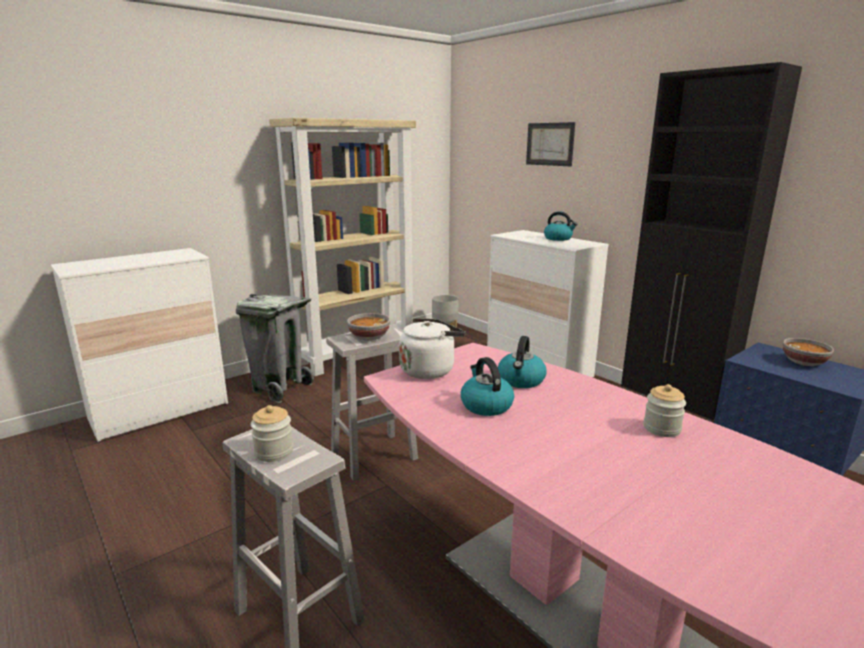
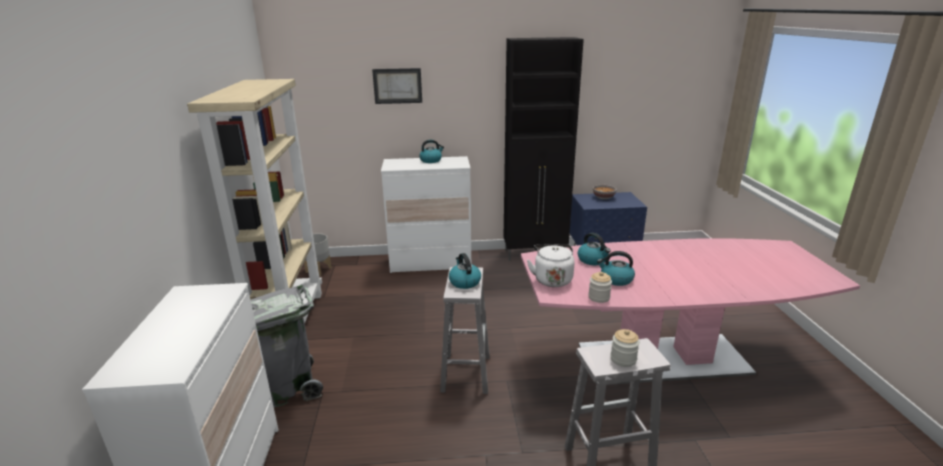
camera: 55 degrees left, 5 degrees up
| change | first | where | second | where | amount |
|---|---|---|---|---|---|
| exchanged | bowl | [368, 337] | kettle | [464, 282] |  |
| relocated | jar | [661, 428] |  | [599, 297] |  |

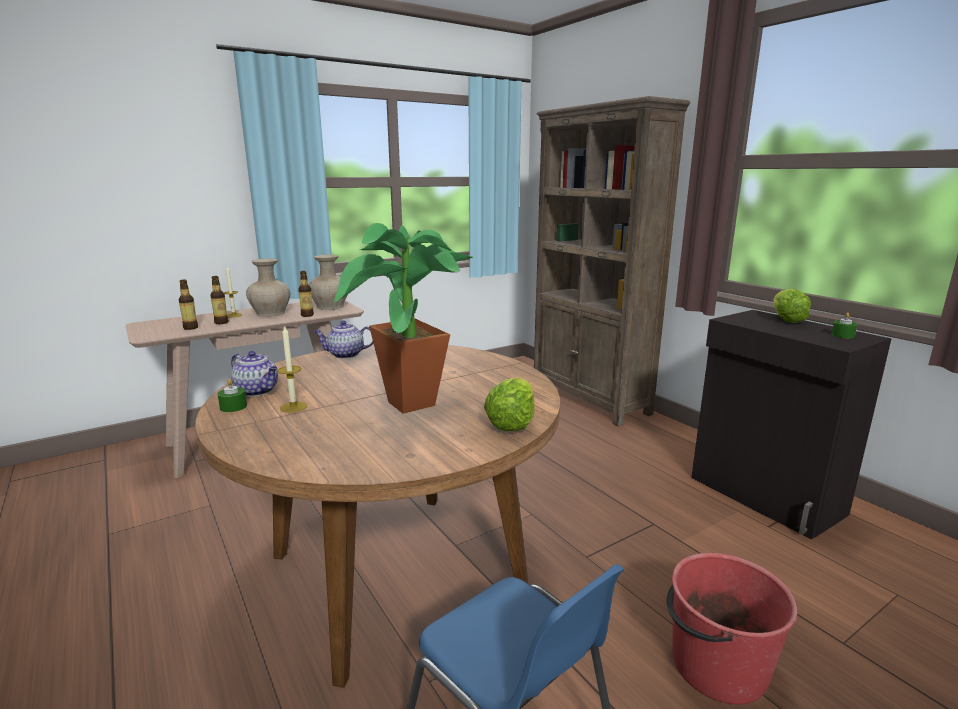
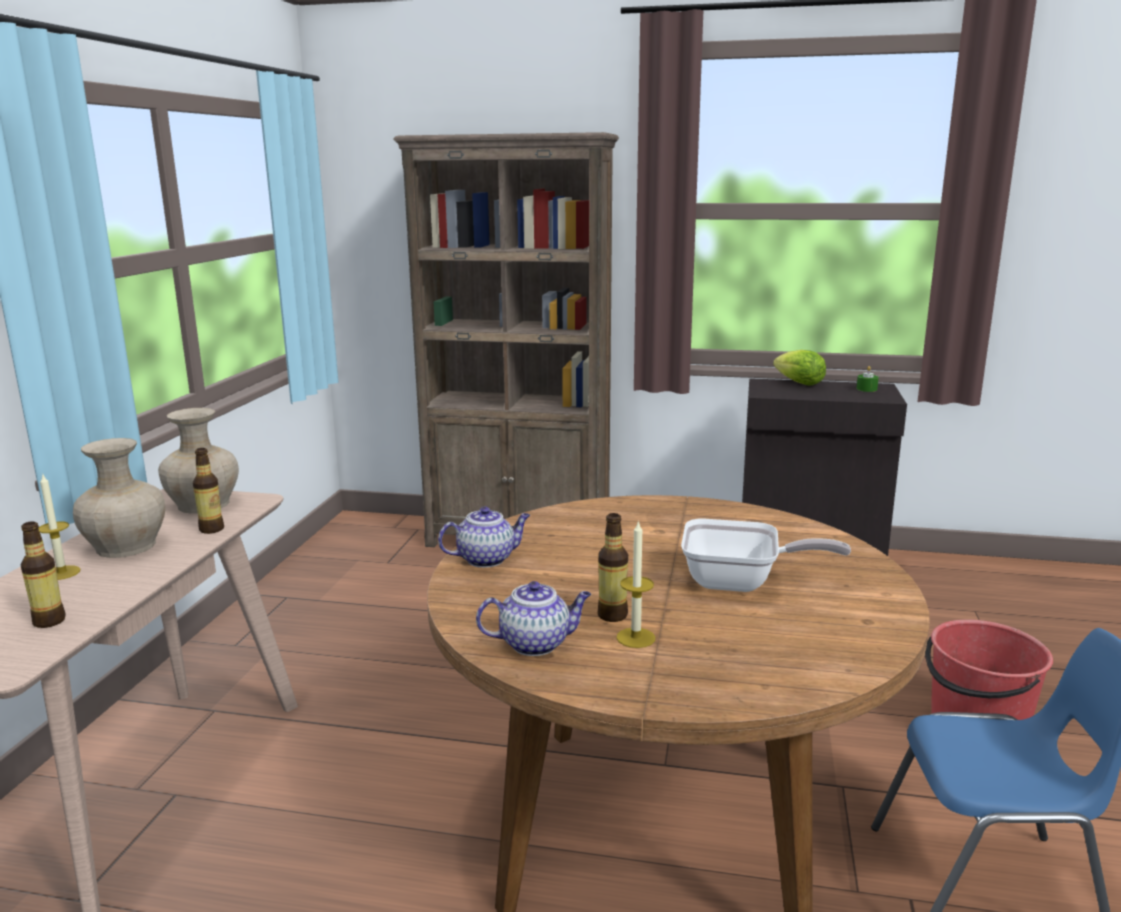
camera: 45 degrees left, 0 degrees up
| change | first | where | second | where | amount |
|---|---|---|---|---|---|
| spun | teapot | [345, 355] |  | [487, 559] | 150 degrees counterclockwise |
| relocated | bottle | [221, 322] |  | [612, 615] |  |
| exchanged | potted_plant | [411, 408] | frying_pan | [740, 583] |  |
| missing | green_candle | [233, 407] |  |  |  |
| missing | lettuce | [511, 423] |  |  |  |

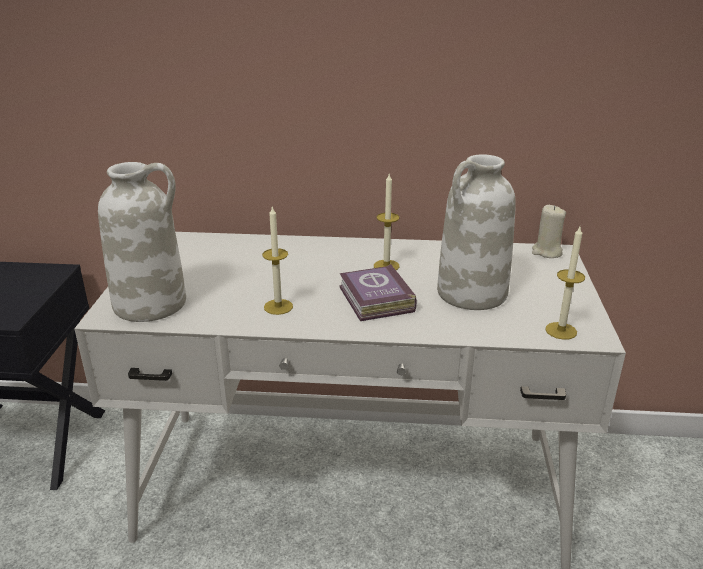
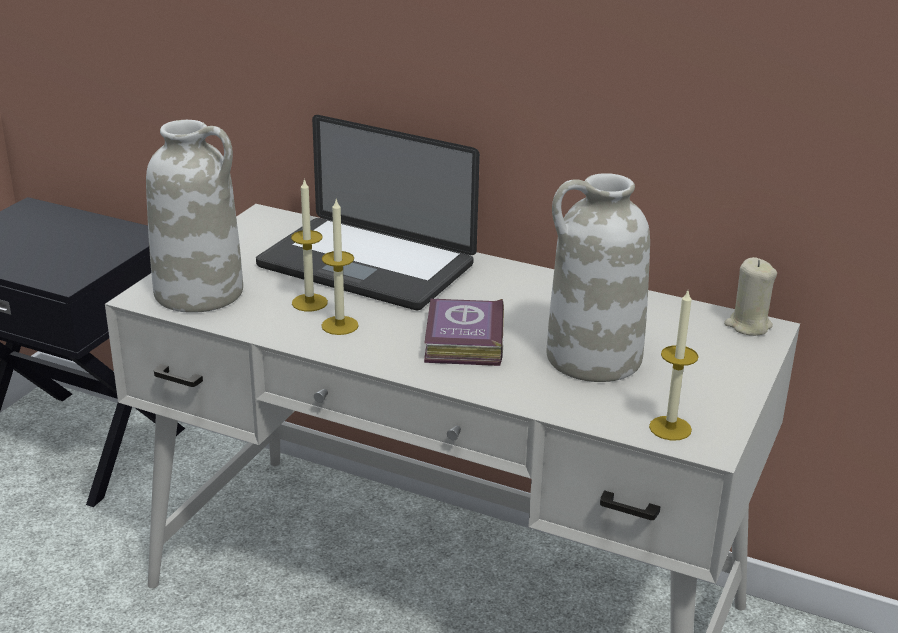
camera: 20 degrees right, 0 degrees up
| change | first | where | second | where | amount |
|---|---|---|---|---|---|
| appeared |  |  | laptop | [366, 266] |  |
| relocated | candle | [386, 266] |  | [309, 302] |  |

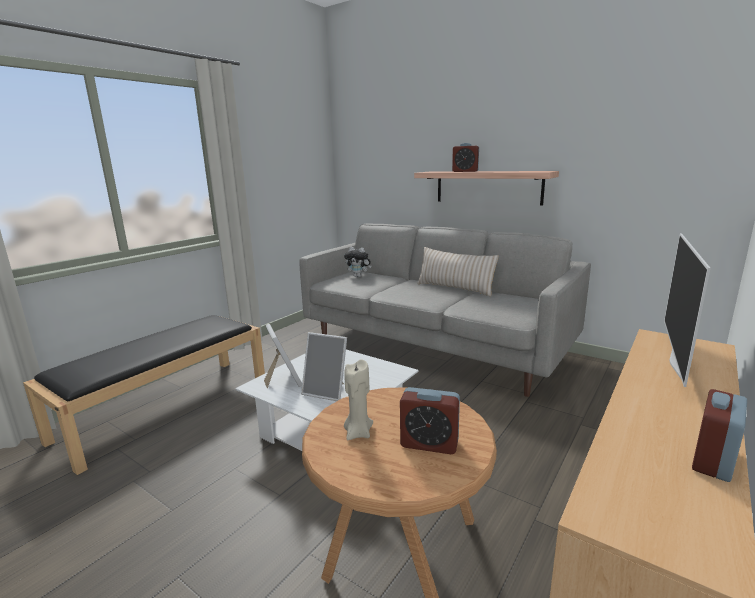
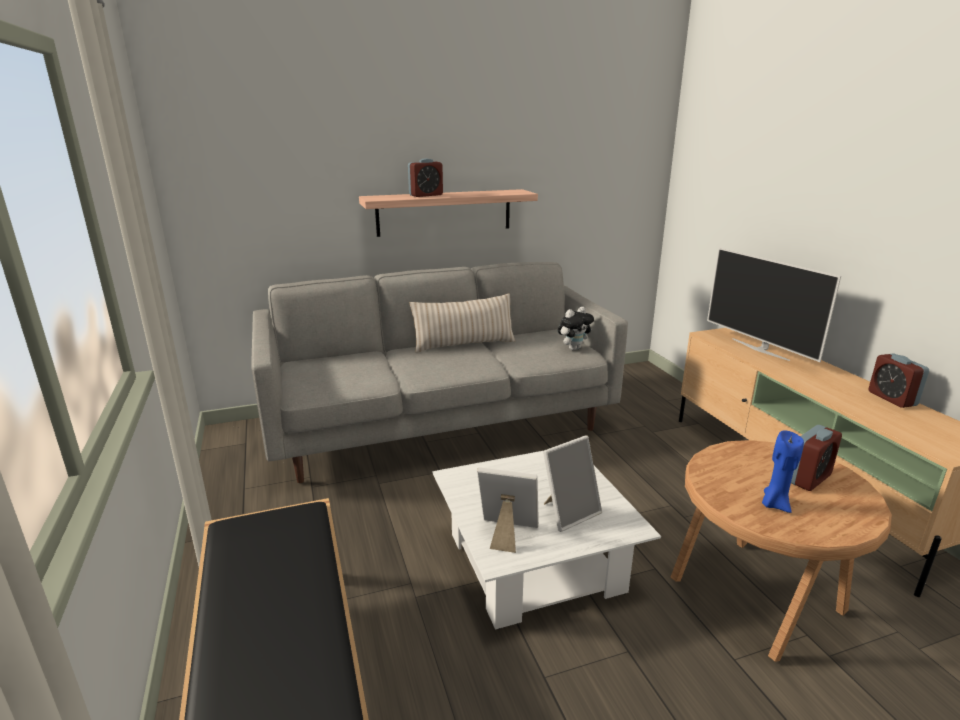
camera: 55 degrees left, 5 degrees up
| change | first | where | second | where | amount |
|---|---|---|---|---|---|
| relocated | plush_toy | [358, 276] |  | [574, 348] |  |
| colour | beige_candle | [358, 433] | blue_candle | [774, 504] |  |

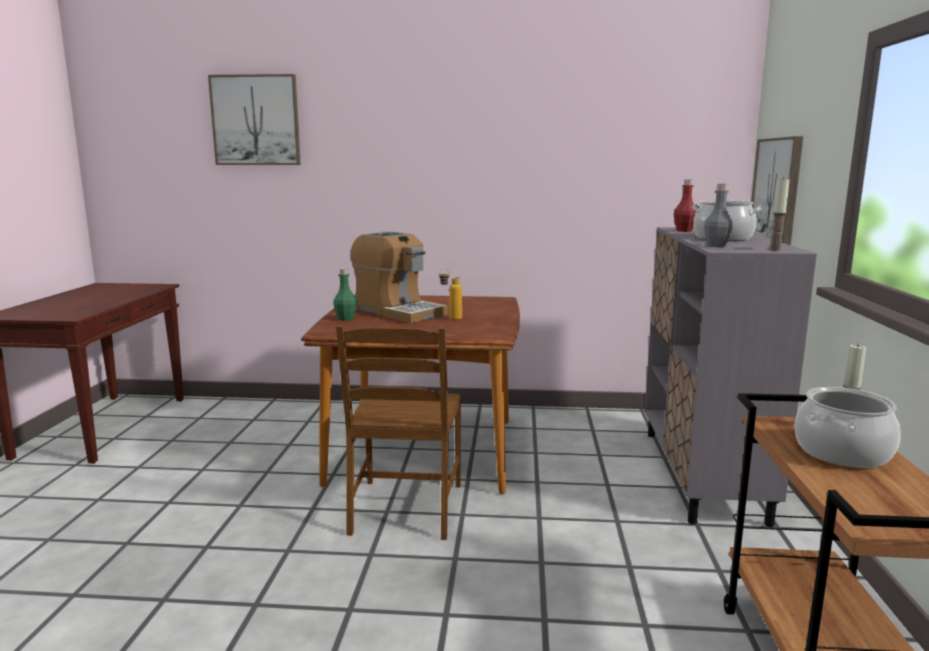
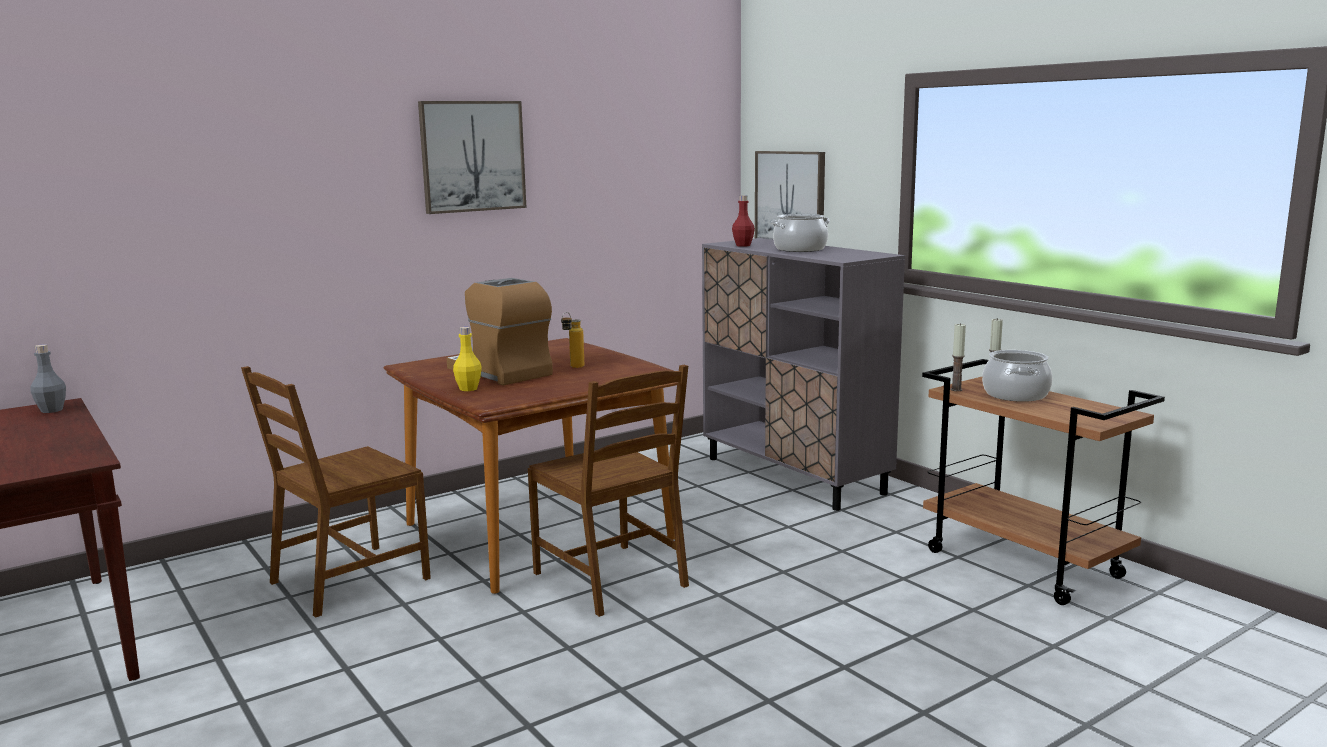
camera: 40 degrees left, 0 degrees up
| change | first | where | second | where | amount |
|---|---|---|---|---|---|
| relocated | grey_bottle | [716, 246] |  | [52, 410] |  |
| appeared |  |  | brown_chair | [348, 580] |  |
| relocated | picture | [256, 120] |  | [472, 156] |  |
| spun | coffee_machine | [398, 312] |  | [500, 372] | 135 degrees counterclockwise |
| colour | green_bottle | [345, 319] | yellow_bottle | [468, 389] |  |
| relocated | candle | [775, 249] |  | [956, 389] |  |

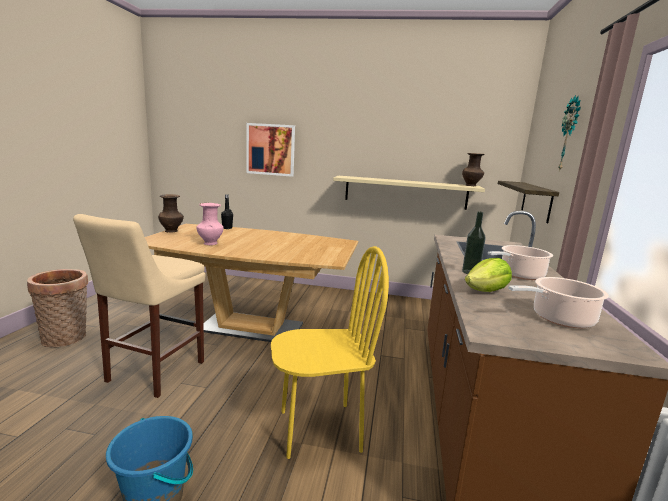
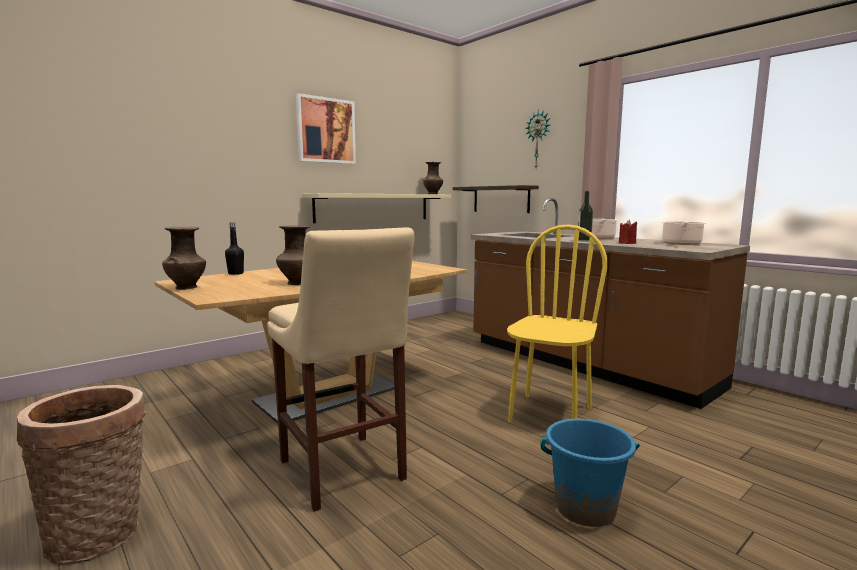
camera: 50 degrees left, 5 degrees down
| change | first | where | second | where | amount |
|---|---|---|---|---|---|
| colour | pink_vase | [210, 243] | brown_vase | [296, 283] |  |
| relocated | picture | [270, 149] |  | [326, 130] |  |
| exchanged | lettuce | [486, 291] | red_candle | [627, 243] |  |

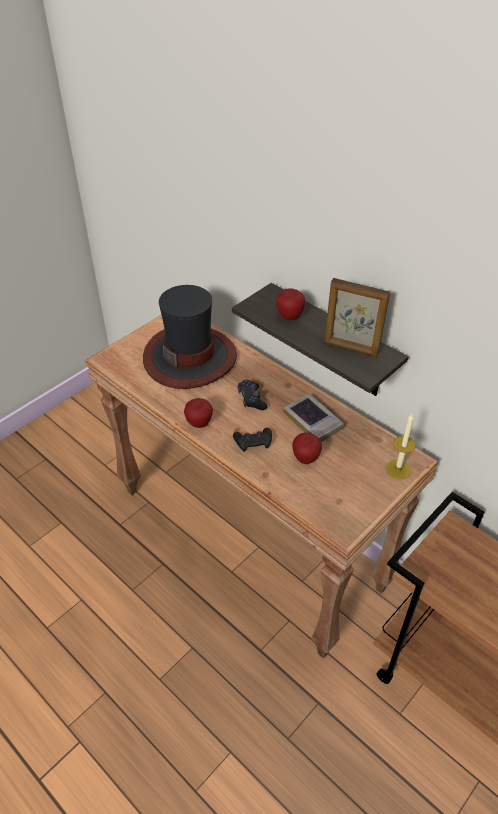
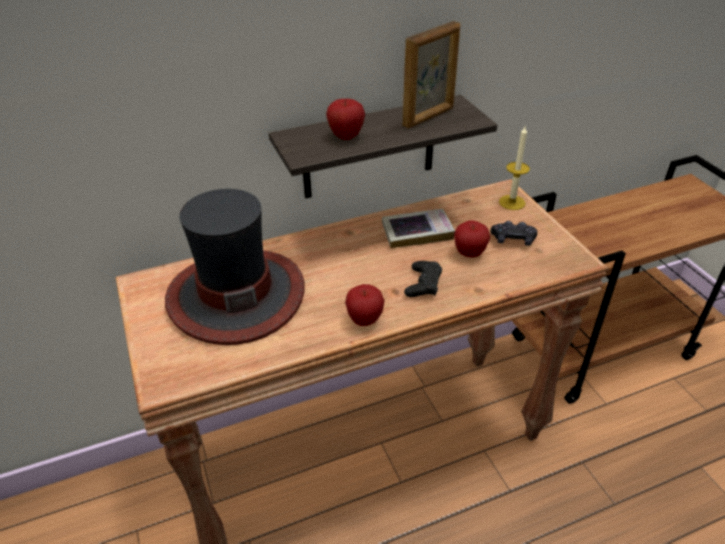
camera: 65 degrees left, 5 degrees down
| change | first | where | second | where | amount |
|---|---|---|---|---|---|
| relocated | black_game_controller | [251, 399] |  | [513, 239] |  |

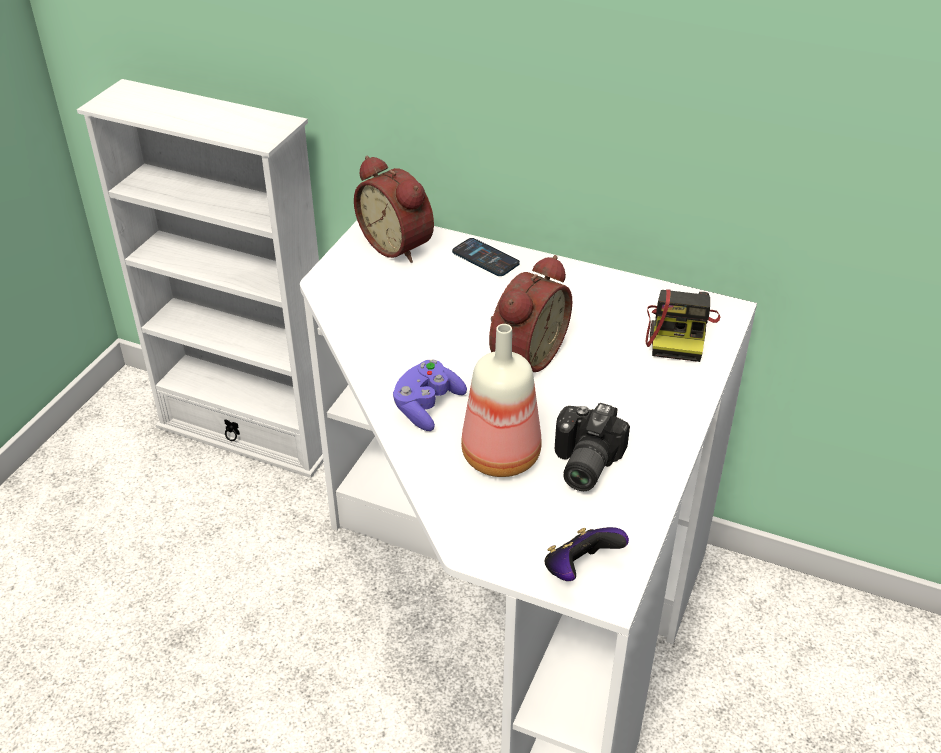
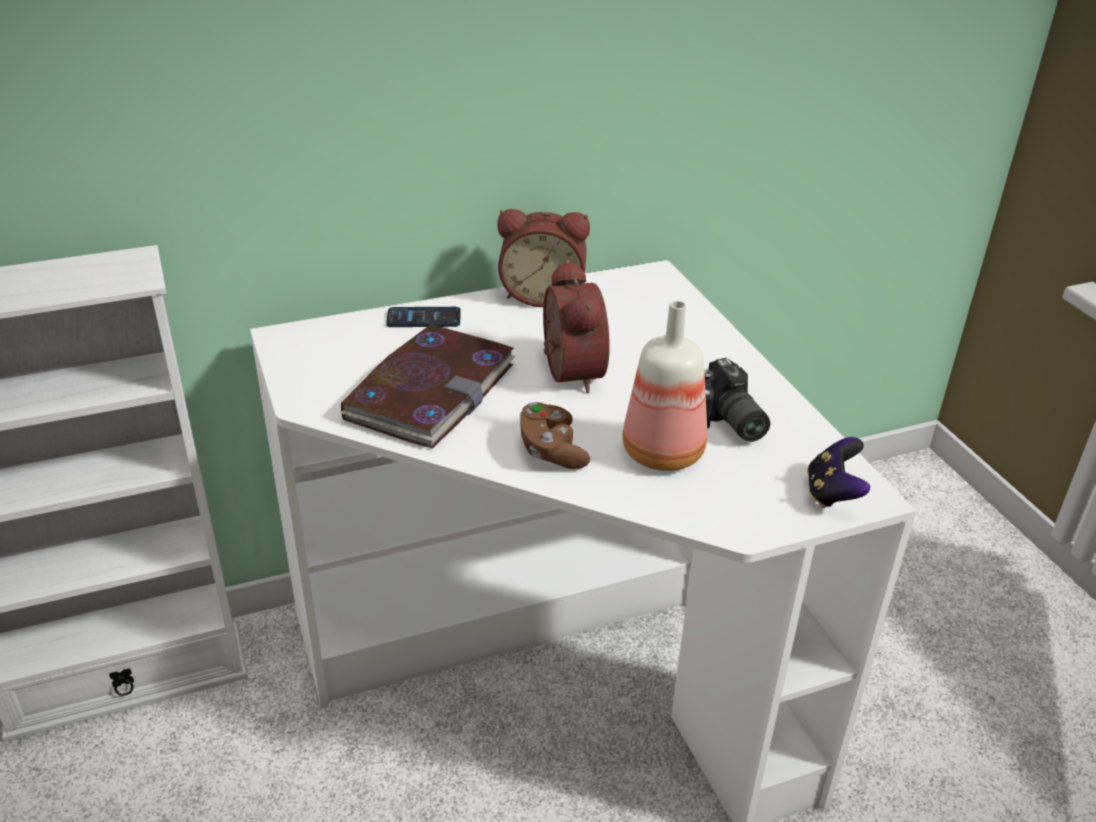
camera: 45 degrees left, 5 degrees down
| change | first | where | second | where | amount |
|---|---|---|---|---|---|
| appeared |  |  | book | [430, 391] |  |
| relocated | alarm_clock | [399, 245] |  | [542, 295] |  |
| colour | purple_game_controller | [427, 406] | brown_game_controller | [551, 451] |  |
| missing | photo_camera | [680, 332] |  |  |  |

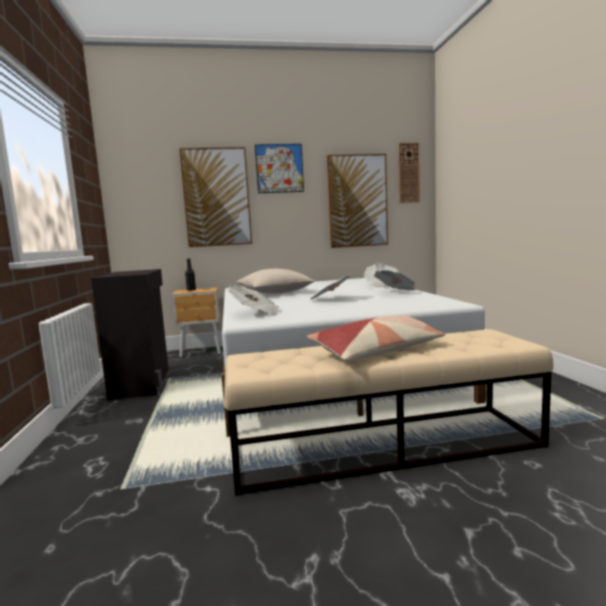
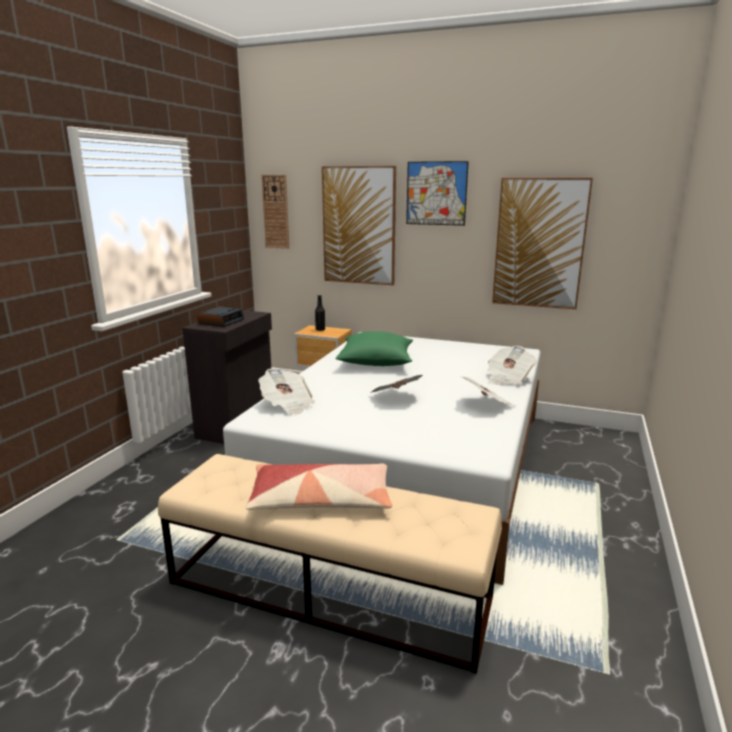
camera: 30 degrees right, 10 degrees up
| change | first | where | second | where | amount |
|---|---|---|---|---|---|
| appeared |  |  | alarm_clock | [221, 321] |  |
| relocated | wall_clock | [408, 173] |  | [276, 212] |  |
| colour | beige_pillow | [274, 293] | green_pillow | [376, 362] |  |

